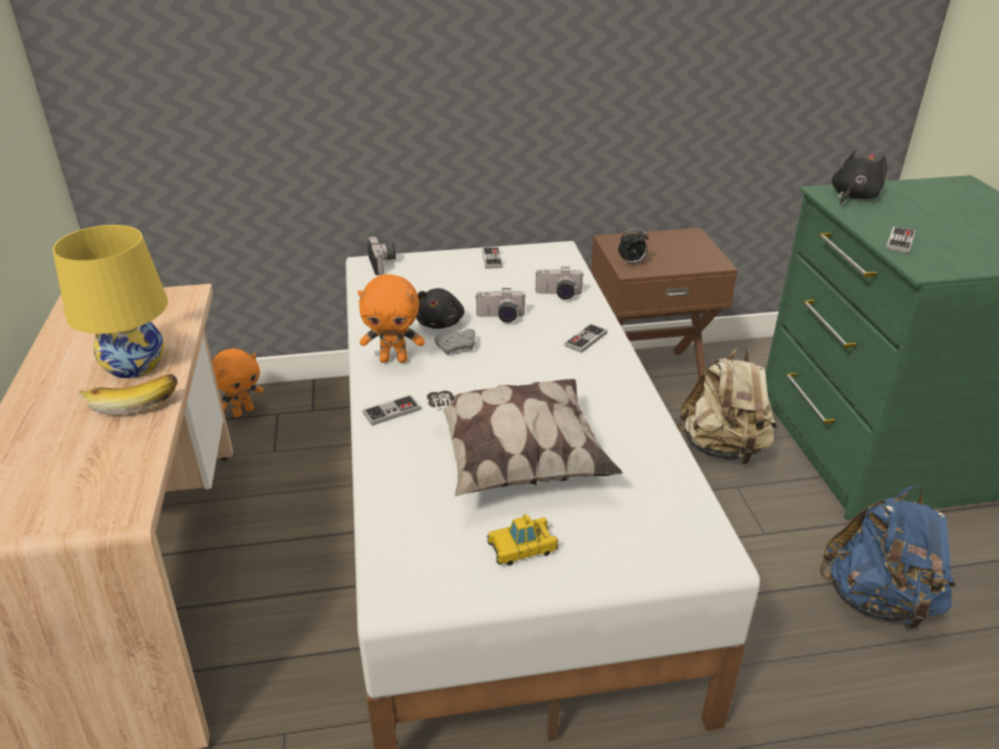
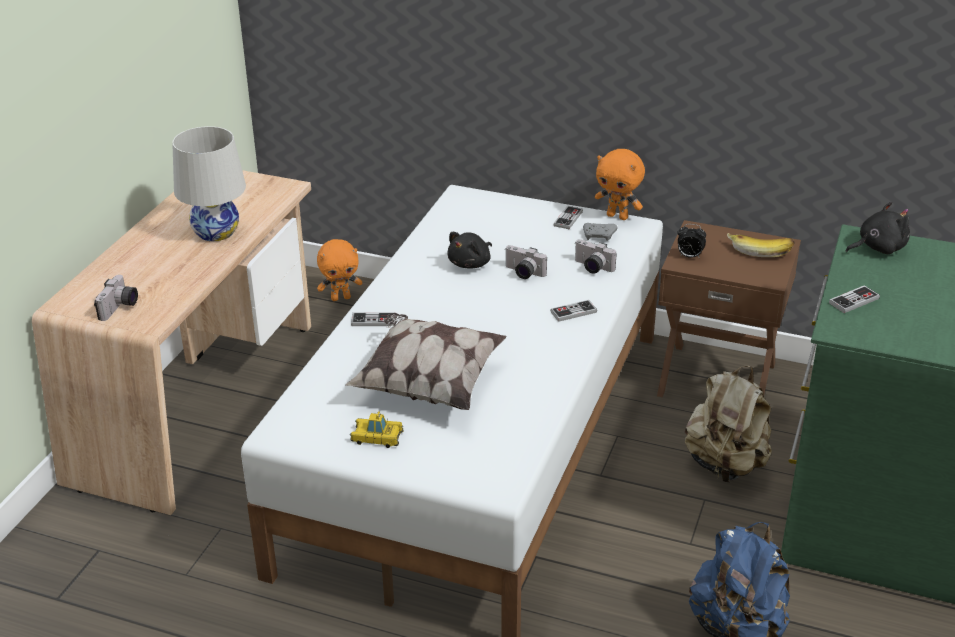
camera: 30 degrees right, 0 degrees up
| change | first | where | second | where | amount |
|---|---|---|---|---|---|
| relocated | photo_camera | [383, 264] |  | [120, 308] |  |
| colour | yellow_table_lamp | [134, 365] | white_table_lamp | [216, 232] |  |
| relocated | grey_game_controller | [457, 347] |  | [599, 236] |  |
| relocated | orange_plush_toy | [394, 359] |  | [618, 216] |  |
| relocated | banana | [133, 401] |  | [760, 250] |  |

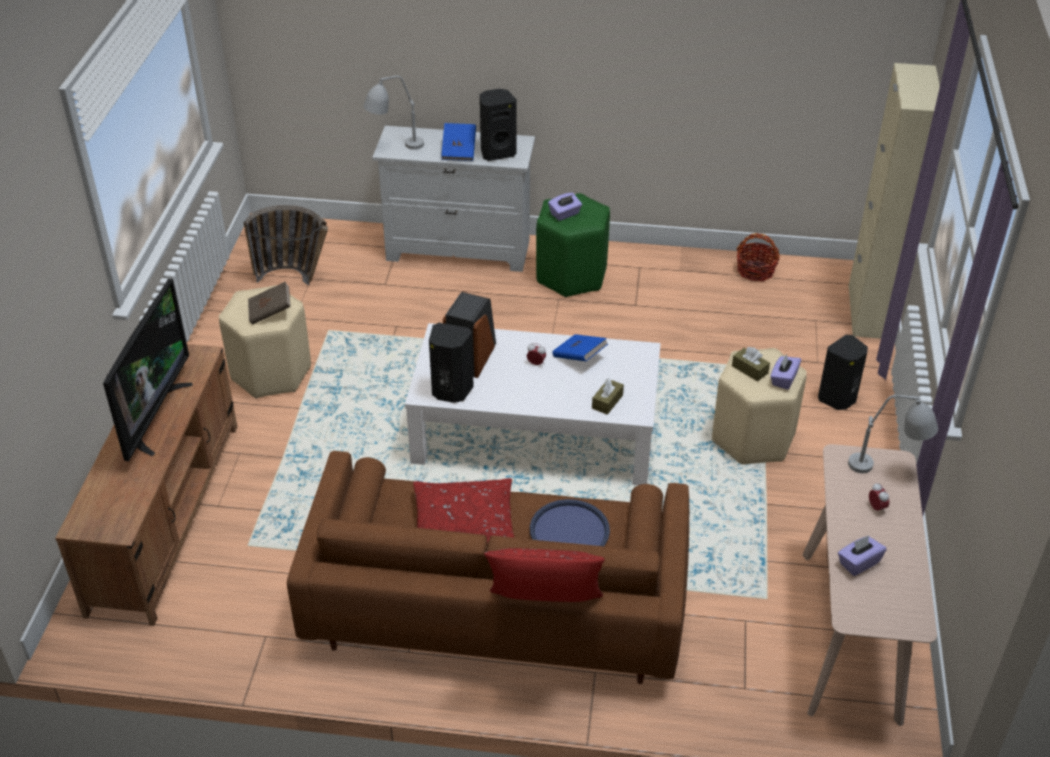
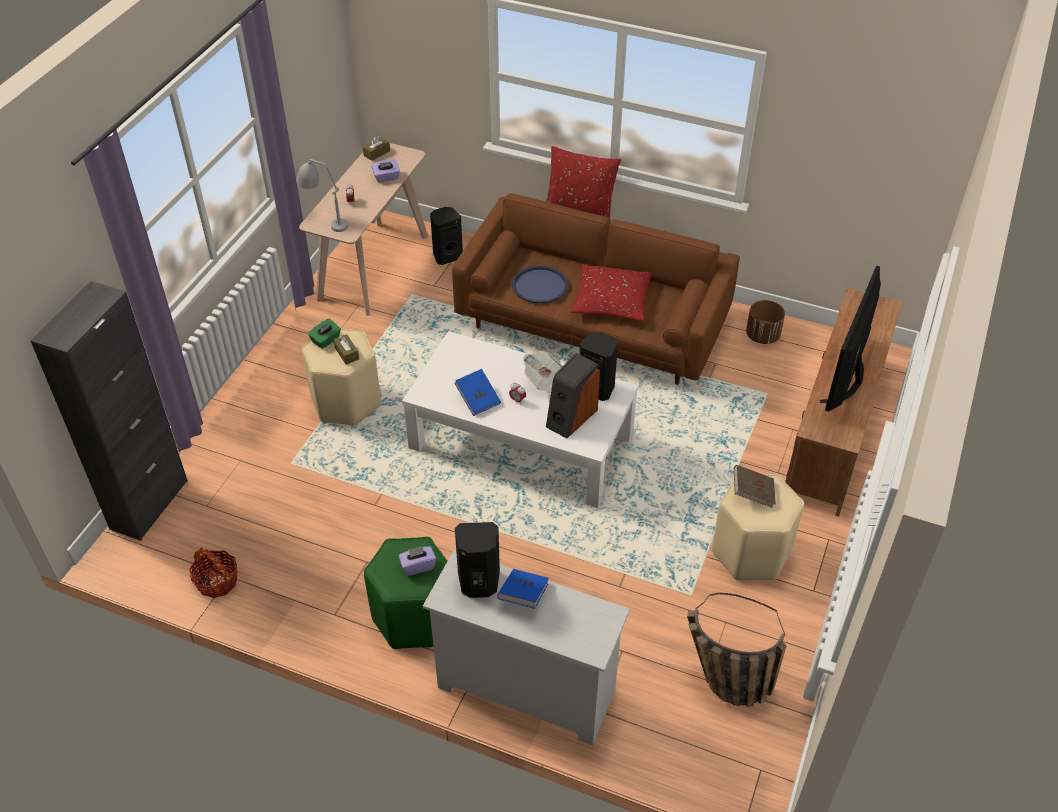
camera: 165 degrees left, 5 degrees up
| change | first | where | second | where | amount |
|---|---|---|---|---|---|
| colour | beige_cabinet | [868, 312] | black_cabinet | [149, 504] |  |
| colour | purple_tissue_box | [783, 379] | green_tissue_box | [326, 340] |  |
| relocated | brown_tissue_box | [607, 402] |  | [376, 153] |  |
| relocated | black_speaker | [838, 399] |  | [447, 256] |  |
| appeared |  |  | newspaper | [547, 383] |  |
| appeared |  |  | brown_planter | [762, 336] |  |
| missing | grey_table_lamp | [394, 147] |  |  |  |

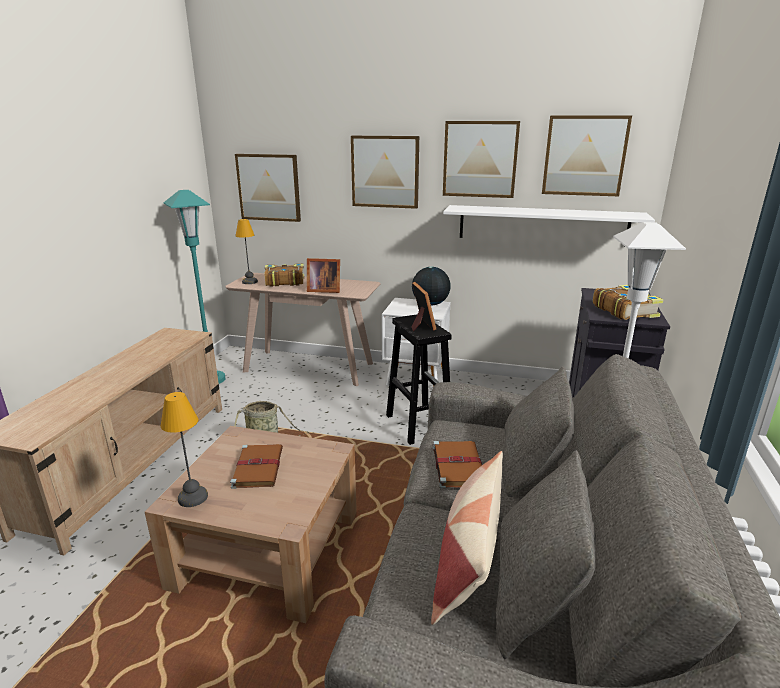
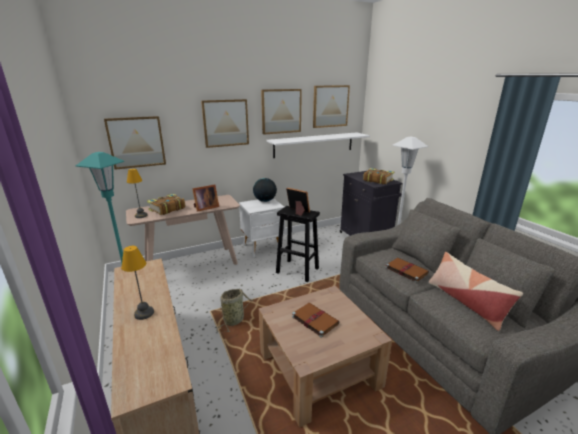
camera: 40 degrees left, 0 degrees up
| change | first | where | second | where | amount |
|---|---|---|---|---|---|
| relocated | table_lamp | [192, 498] |  | [144, 314] |  |

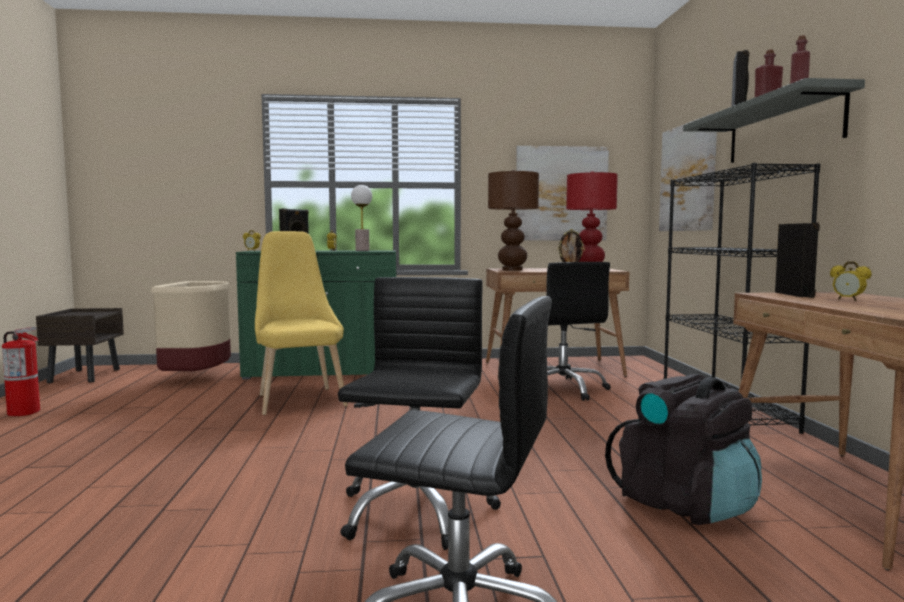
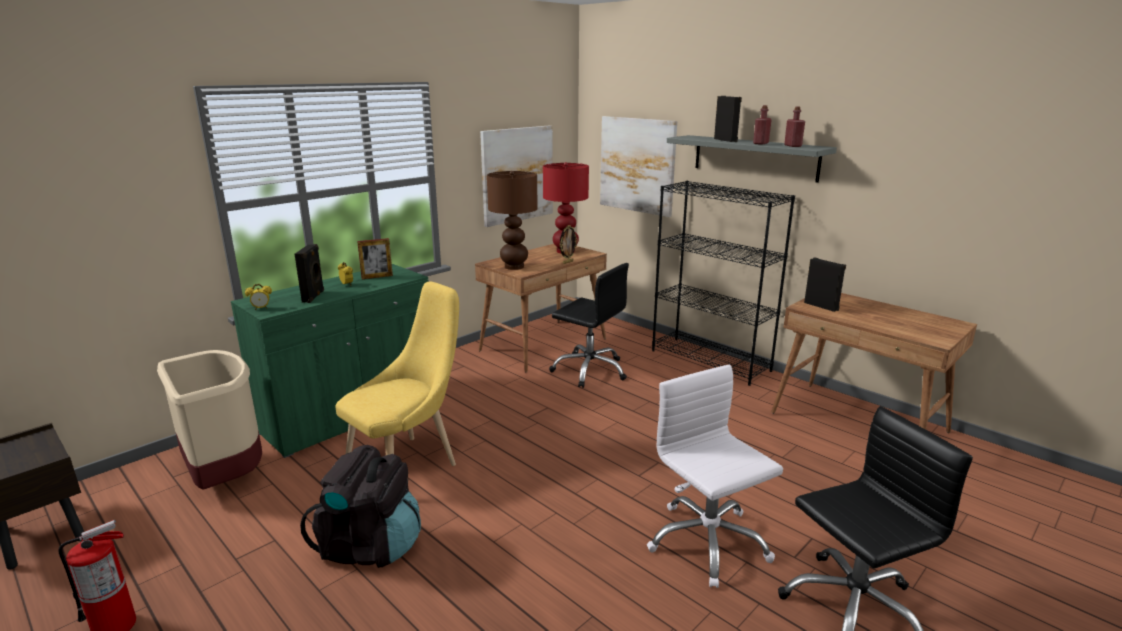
camera: 40 degrees left, 15 degrees up
| change | first | where | second | where | amount |
|---|---|---|---|---|---|
| relocated | black_backpack | [684, 504] |  | [370, 546] |  |
| spun | yellow_chair | [299, 399] |  | [408, 464] | 105 degrees clockwise |
| exchanged | table_lamp | [362, 250] | picture_frame | [377, 277] |  |
| colour | black_office_chair | [415, 511] | white_office_chair | [707, 542] |  |
| missing | alarm_clock | [848, 300] |  |  |  |

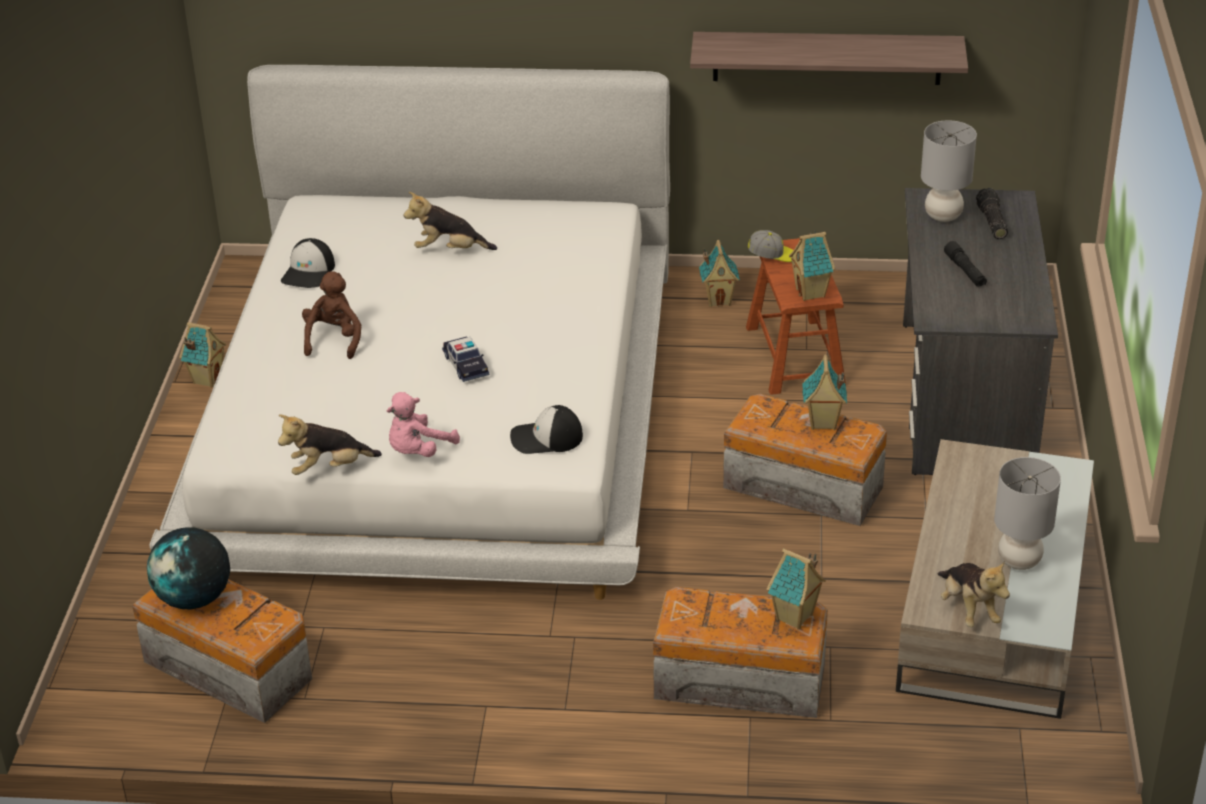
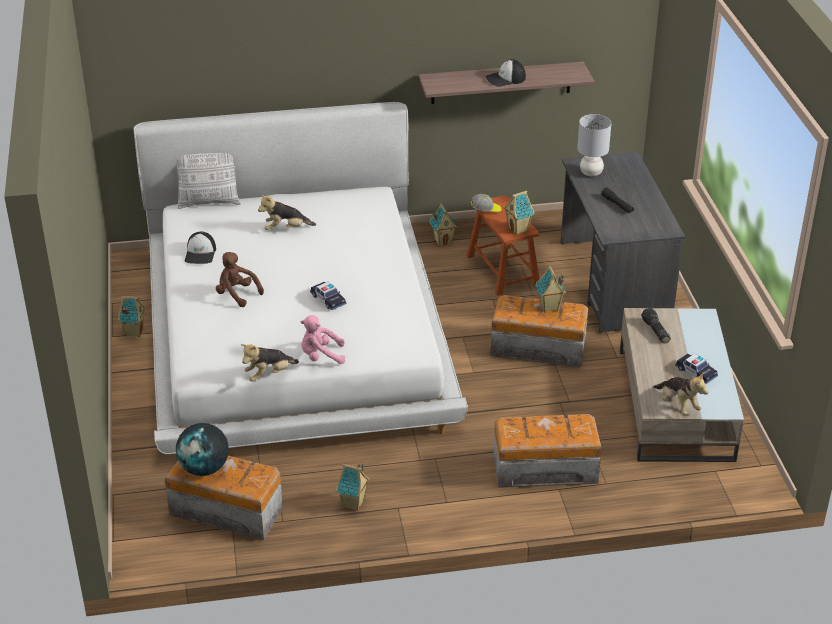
camera: 15 degrees left, 0 degrees up
| change | first | where | second | where | amount |
|---|---|---|---|---|---|
| appeared |  |  | pillow | [209, 202] |  |
| spun | brown_plush_toy | [334, 340] |  | [237, 294] | 45 degrees counterclockwise |
| spun | pink_plush_toy | [418, 451] |  | [321, 356] | 60 degrees clockwise |
| relocated | toy_house | [795, 617] |  | [354, 504] |  |
| relocated | cap | [546, 438] |  | [505, 79] |  |
| relocated | flashlight | [991, 222] |  | [655, 331] |  |
| exchanged | grey_table_lamp | [1019, 560] | toy_car | [696, 372] |  |

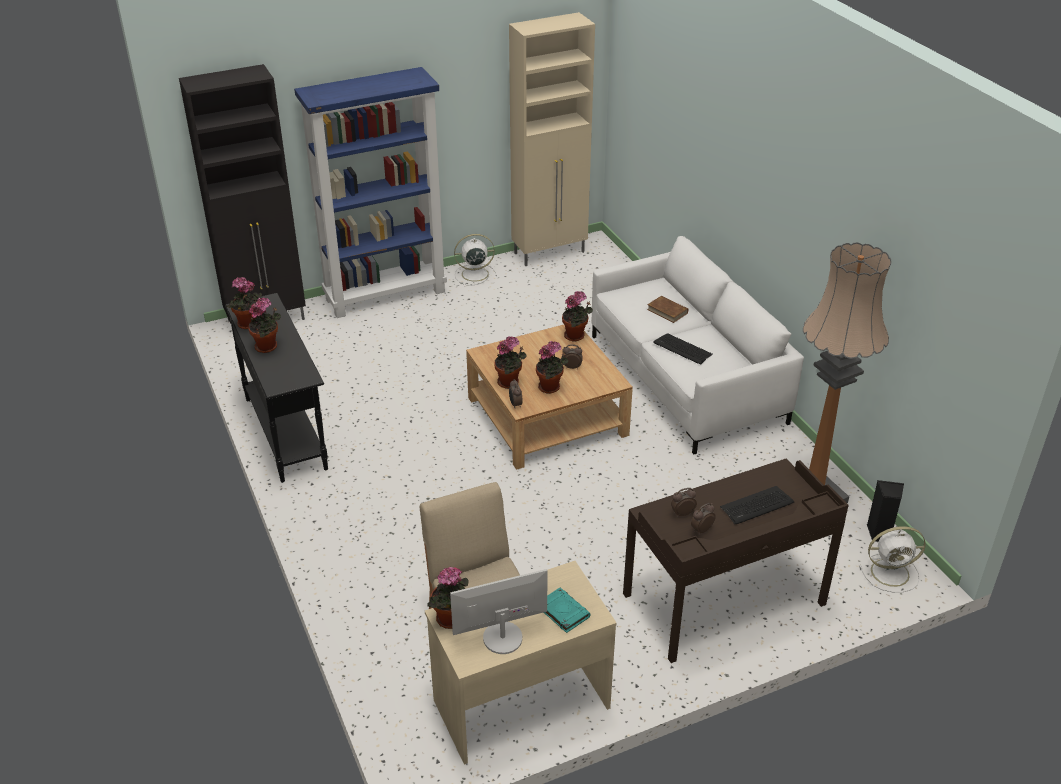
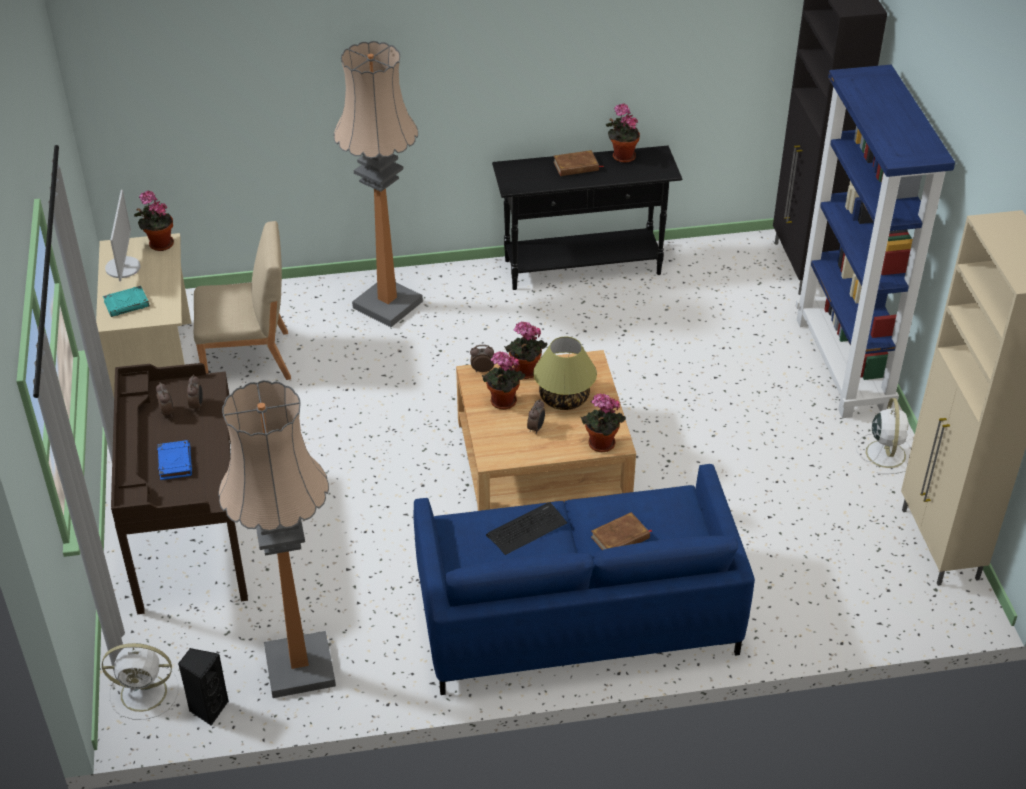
camera: 105 degrees right, 5 degrees up
| change | first | where | second | where | amount |
|---|---|---|---|---|---|
| spun | white_fan | [891, 572] |  | [146, 693] | 105 degrees counterclockwise |
| exchanged | keyboard | [756, 506] | blue_book | [175, 462] |  |
| appeared |  |  | floor_lamp | [388, 305] |  |
| colour | white_sofa | [685, 378] | blue_sofa | [576, 614] |  |
| appeared |  |  | table_lamp | [564, 399] |  |
| exchanged | potted_plant | [268, 347] | brown_book | [576, 166] |  |

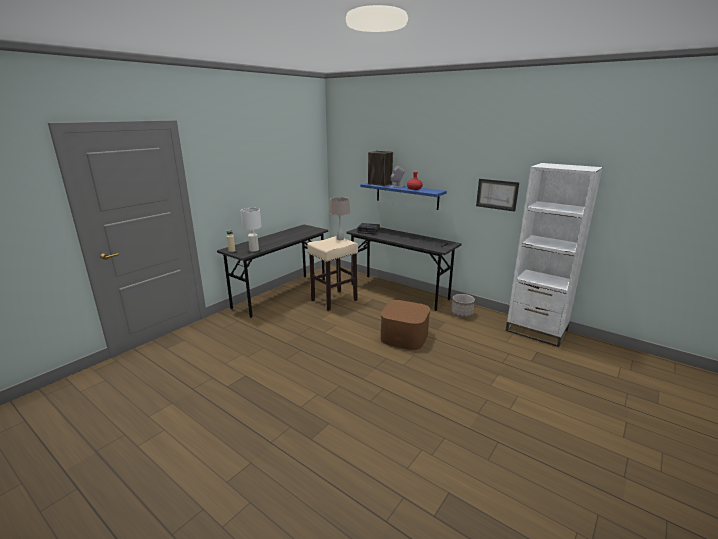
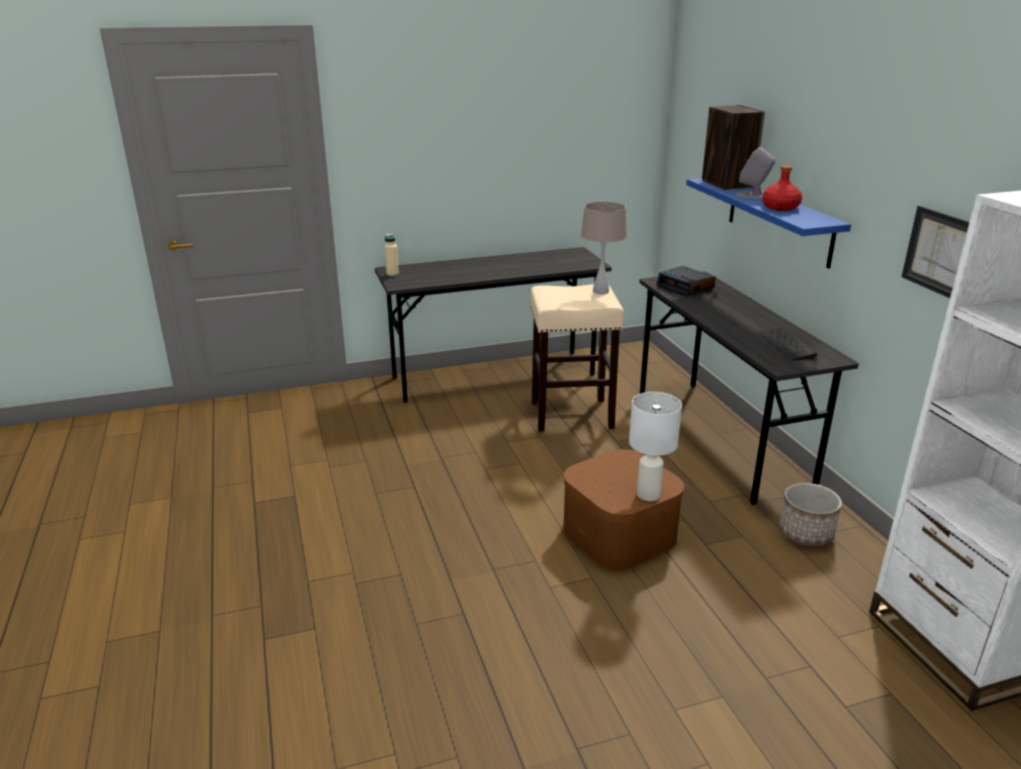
camera: 35 degrees right, 5 degrees up
| change | first | where | second | where | amount |
|---|---|---|---|---|---|
| relocated | white_table_lamp | [254, 250] |  | [649, 495] |  |

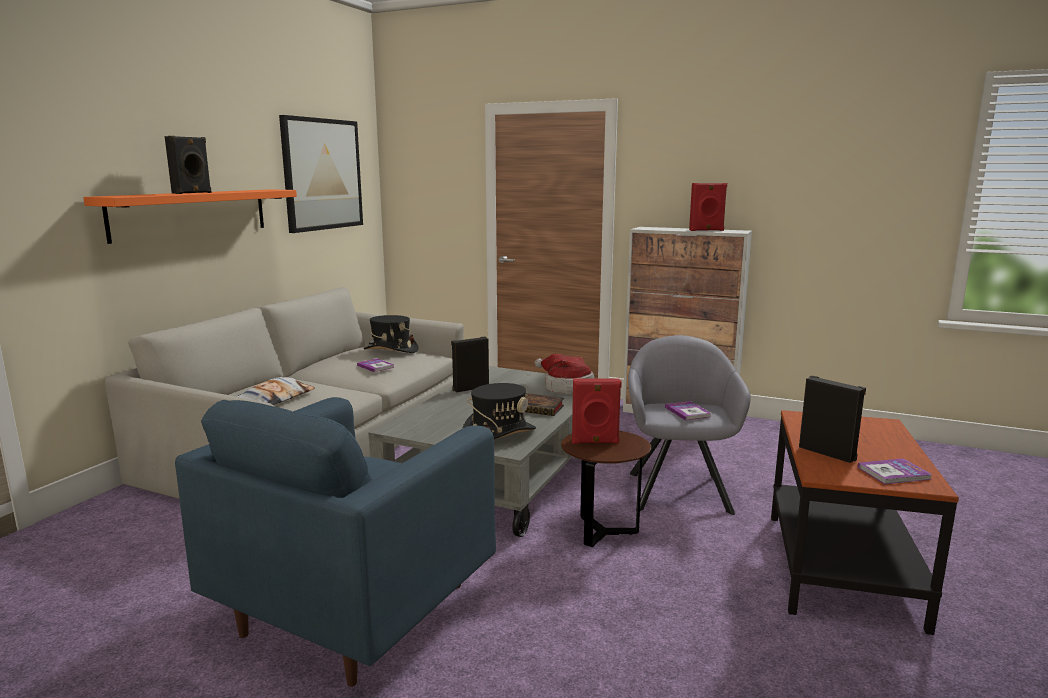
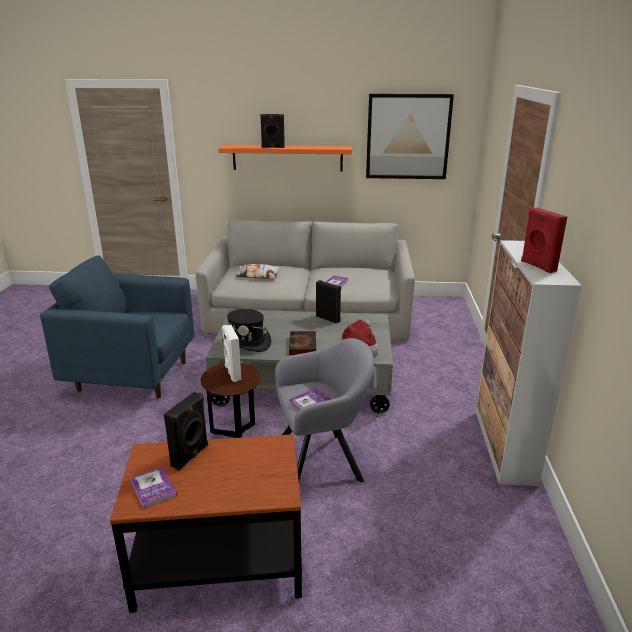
camera: 70 degrees right, 10 degrees up
| change | first | where | second | where | amount |
|---|---|---|---|---|---|
| colour | red_speaker | [595, 442] | white_speaker | [232, 373] |  |
| missing | black_hat | [391, 350] |  |  |  |

